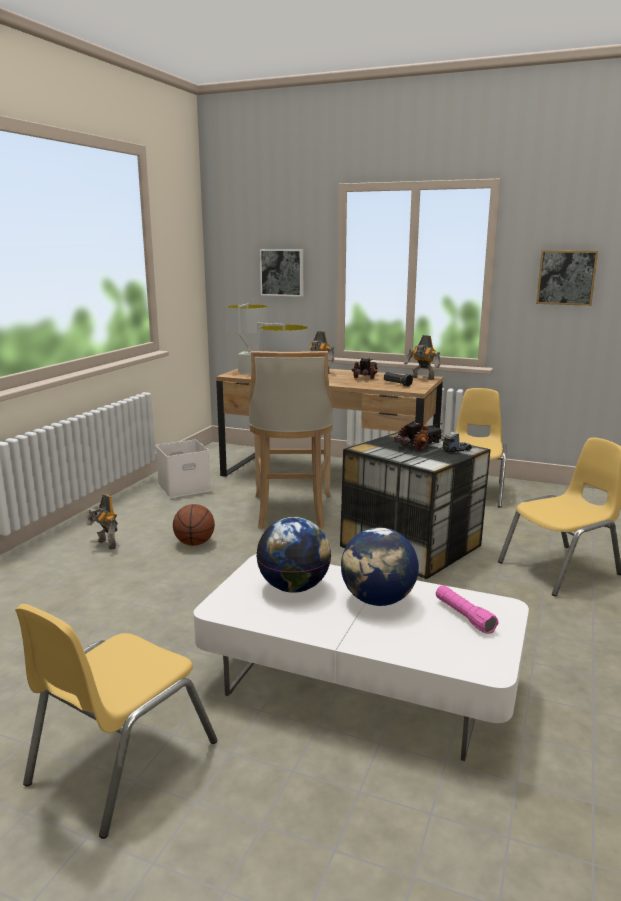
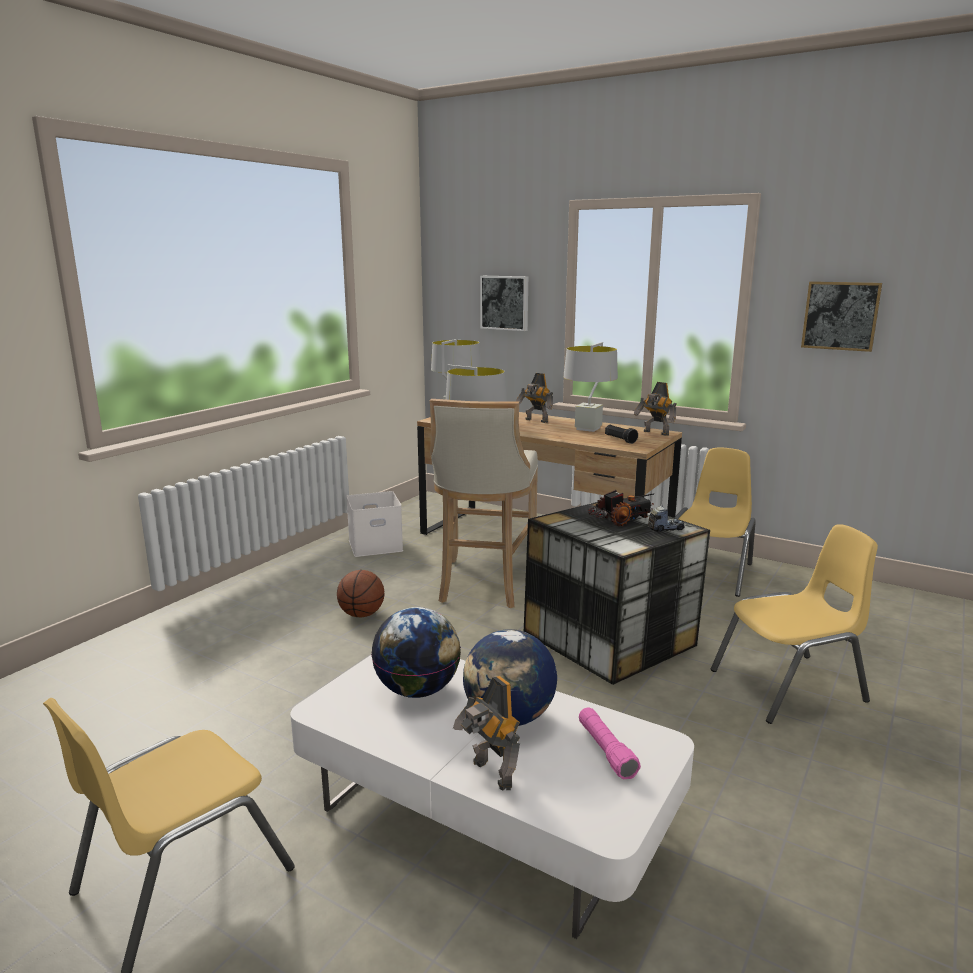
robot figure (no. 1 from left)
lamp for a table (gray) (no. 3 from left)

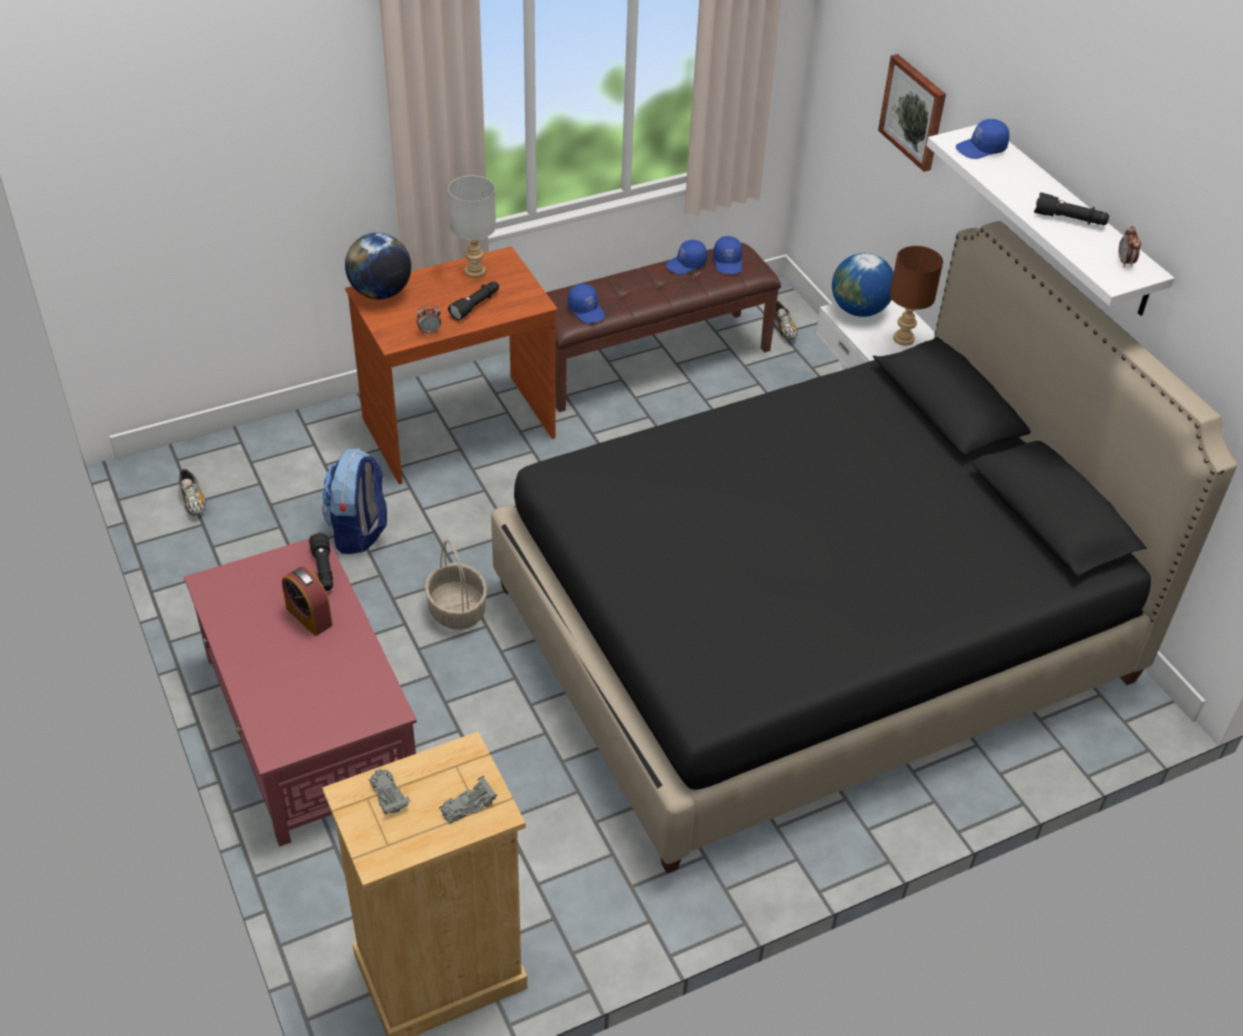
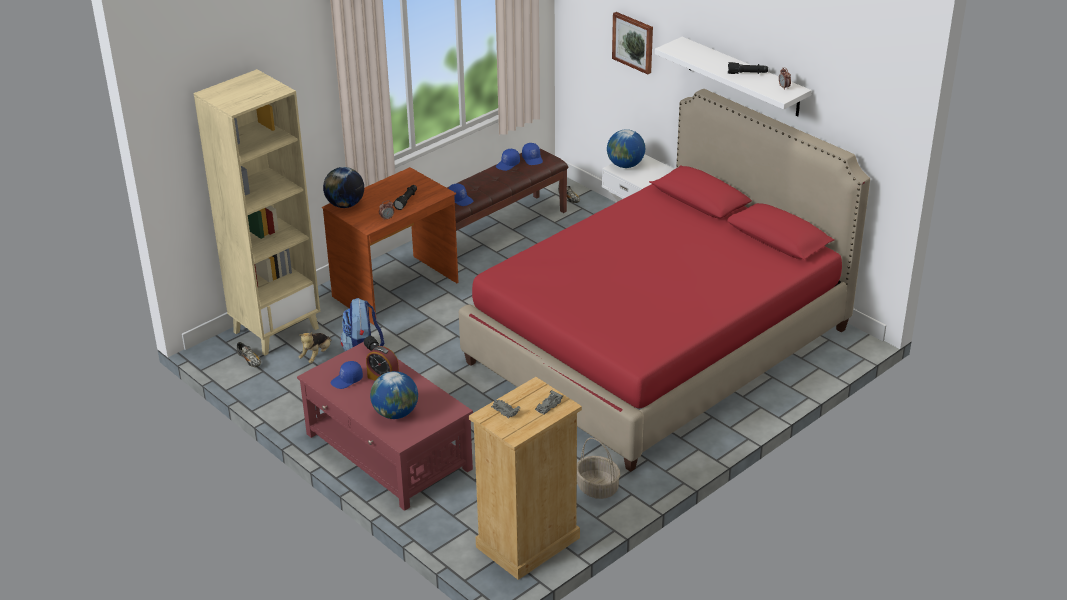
lamp for a table (gray)
lamp for a table (brownish)
shelving unit (beige-coloured)
plush toy
world globe (no. 2 from left)
basket
cap (blue-coloured) (no. 1 from left)
bed (red)

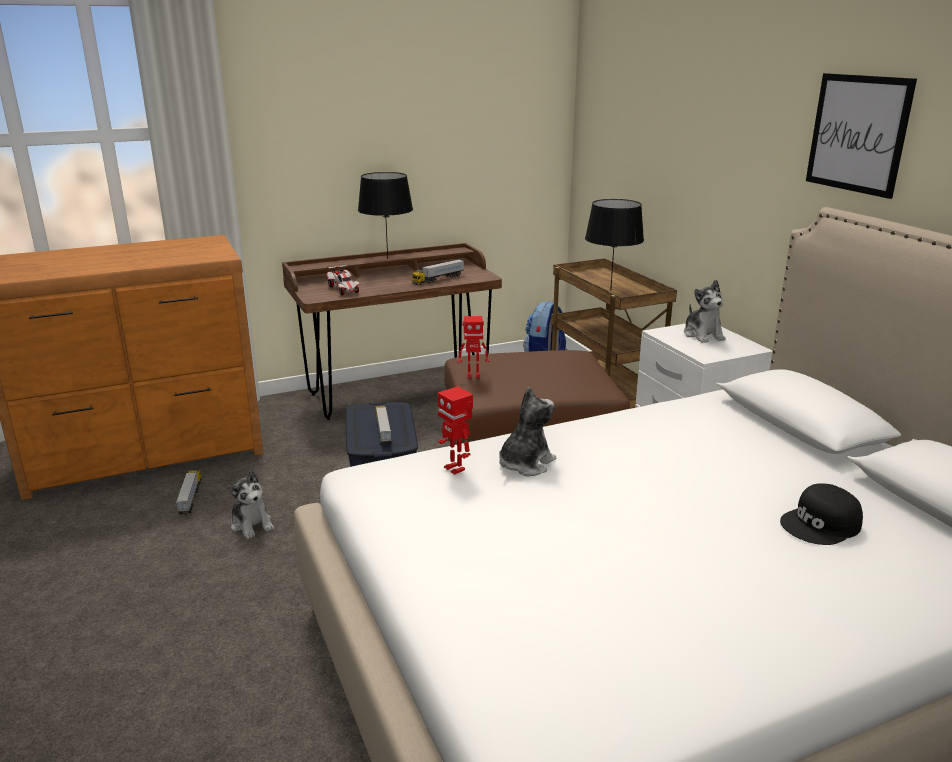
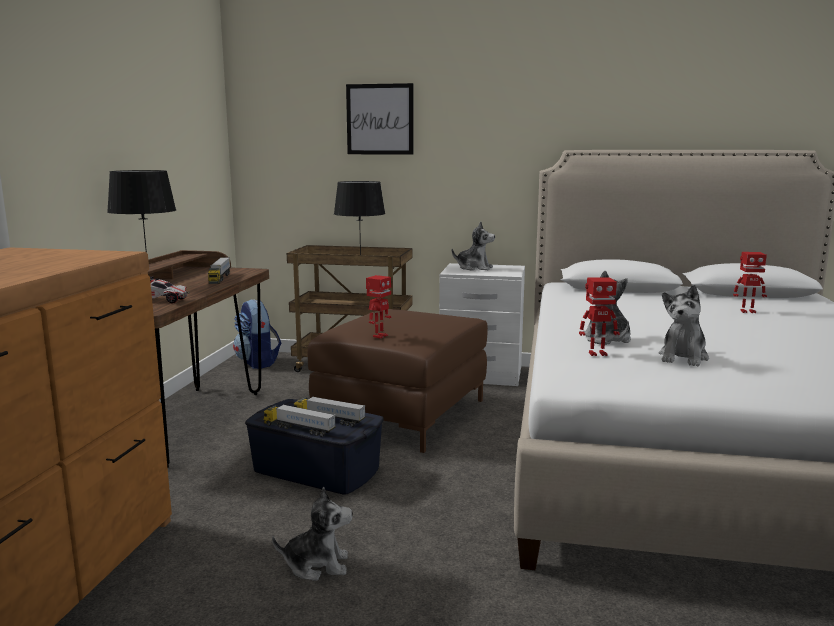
plush toy (no. 4 from left)
model truck (no. 2 from left)
wall art
robot figure (no. 3 from left)

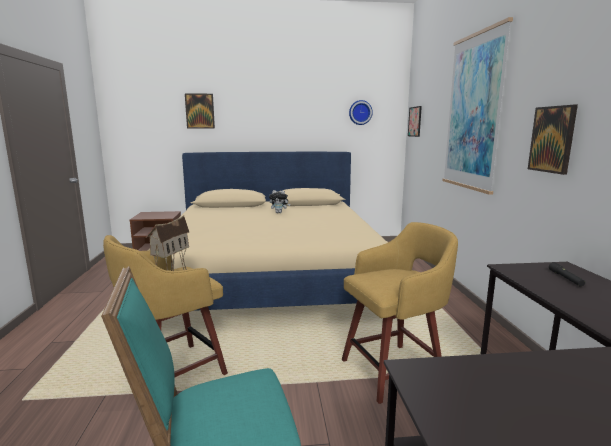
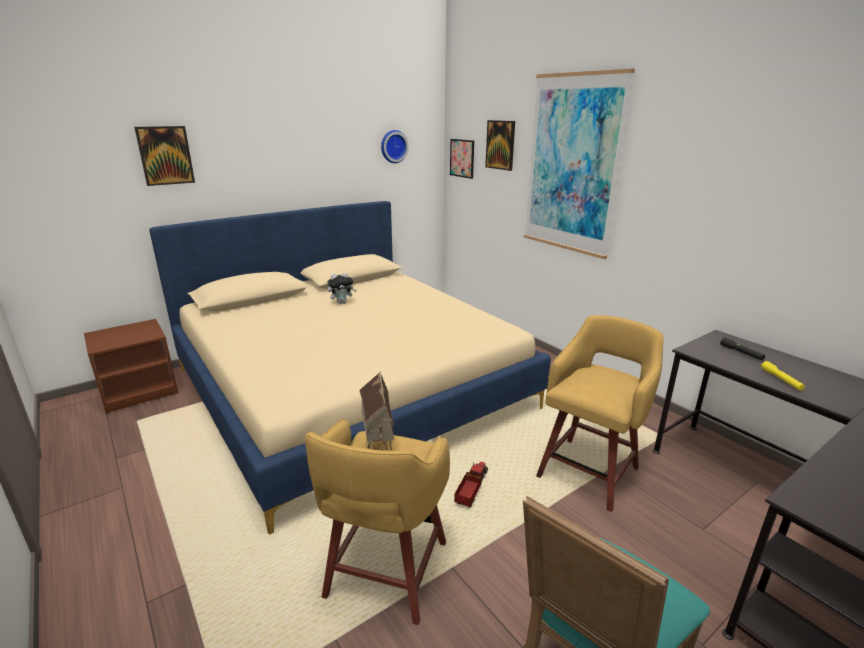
model truck
flashlight (yellow-coloured)
wall art (no. 3 from left)

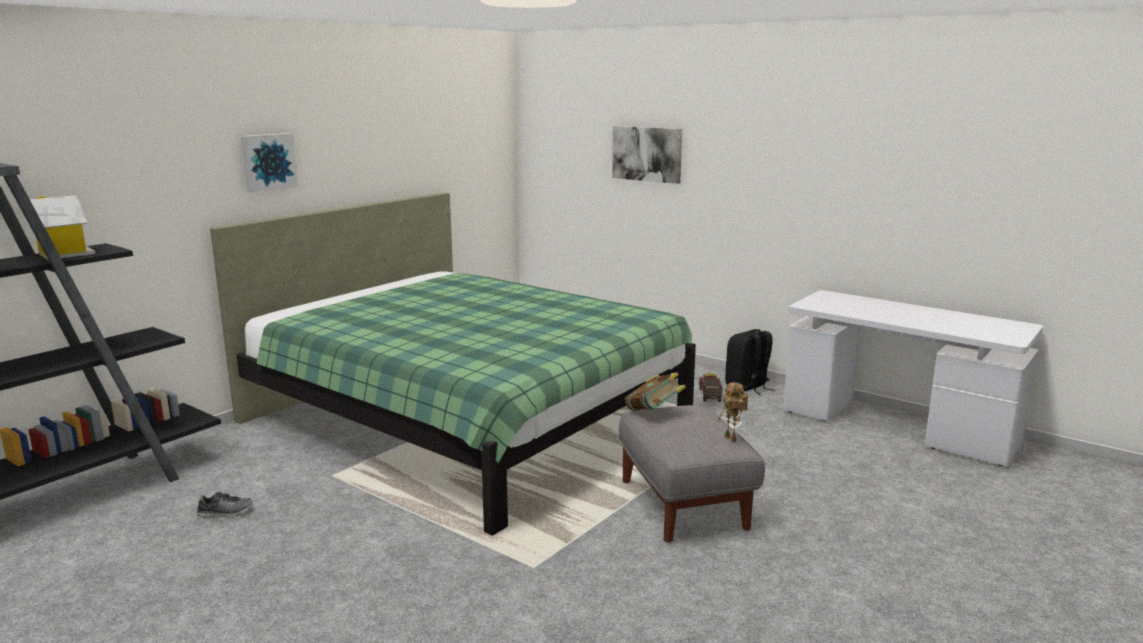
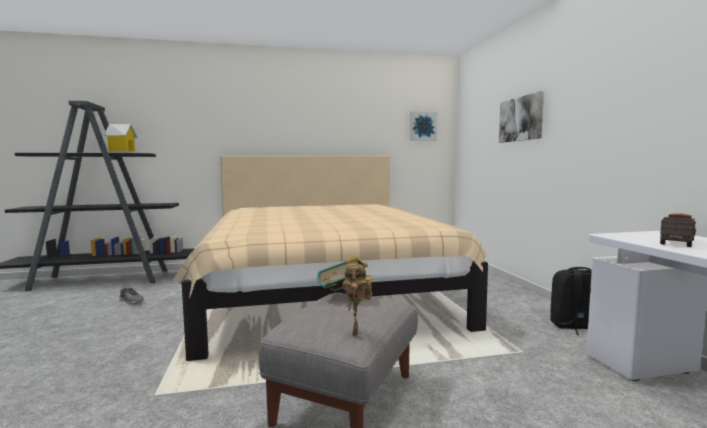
wall art (no. 1 from left)
model truck
bed (beige-coloured)

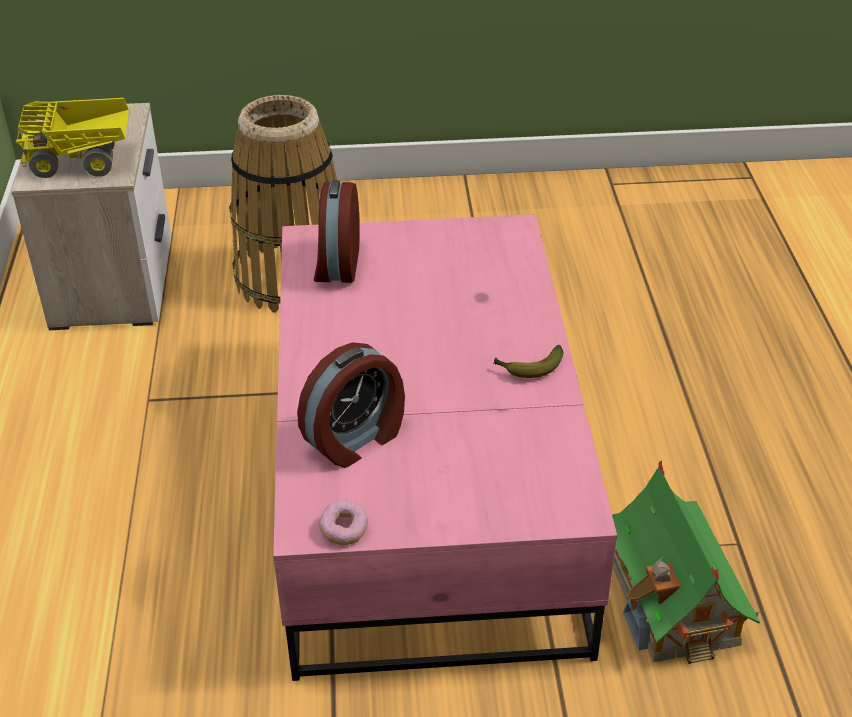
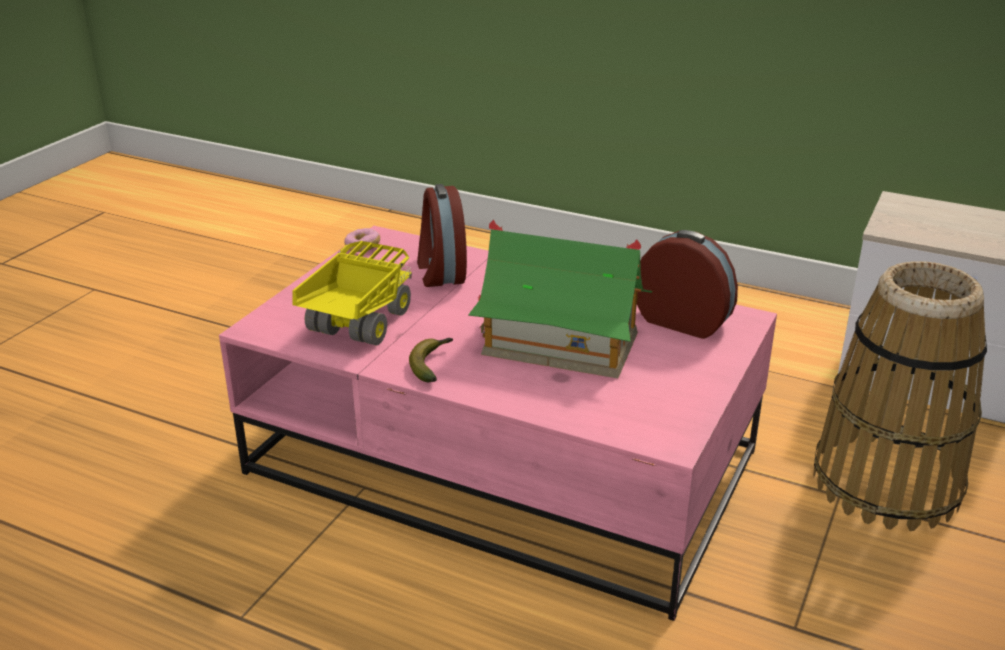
model truck
miniature house

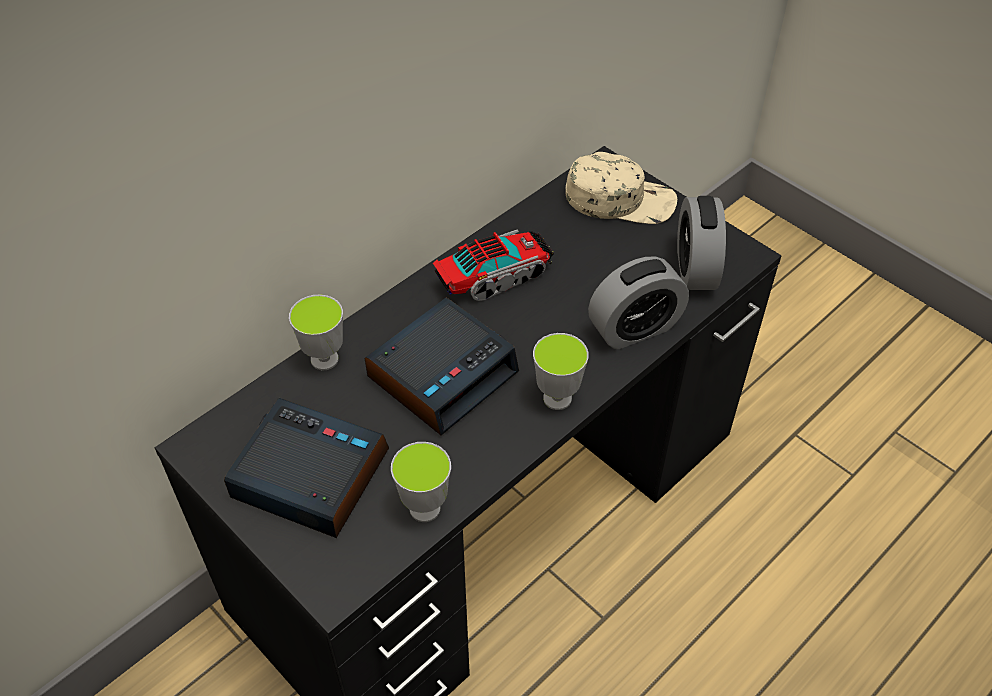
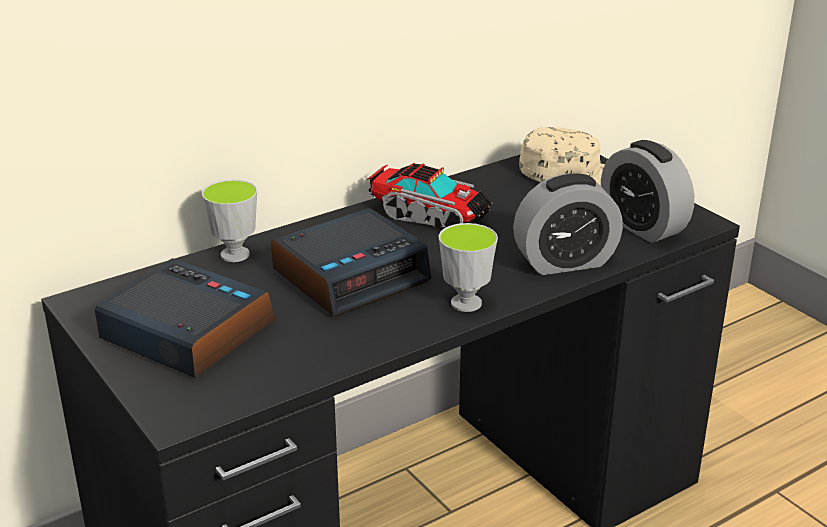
drinking cup (no. 2 from left in the first image)
model truck
table clock (no. 4 from left)

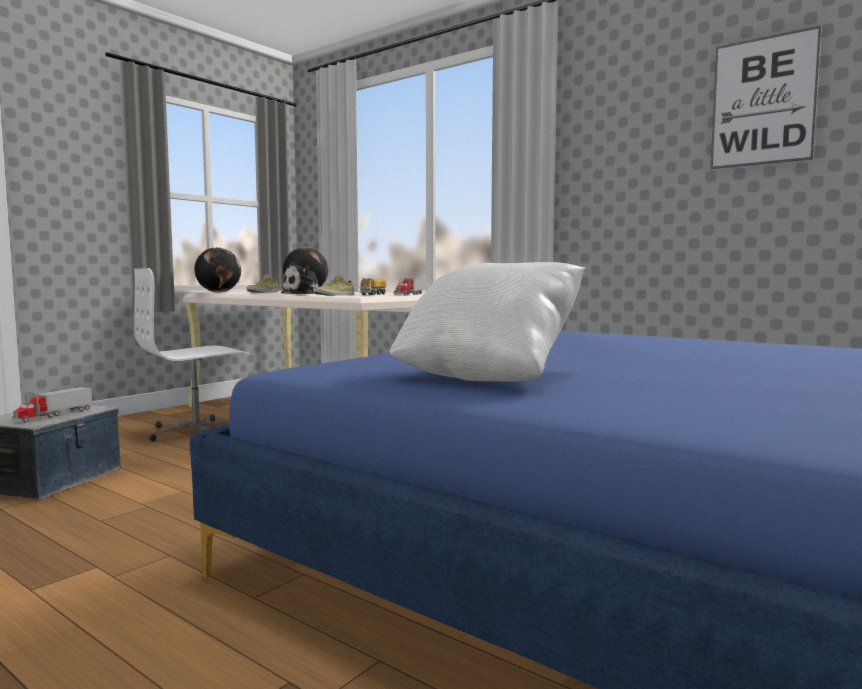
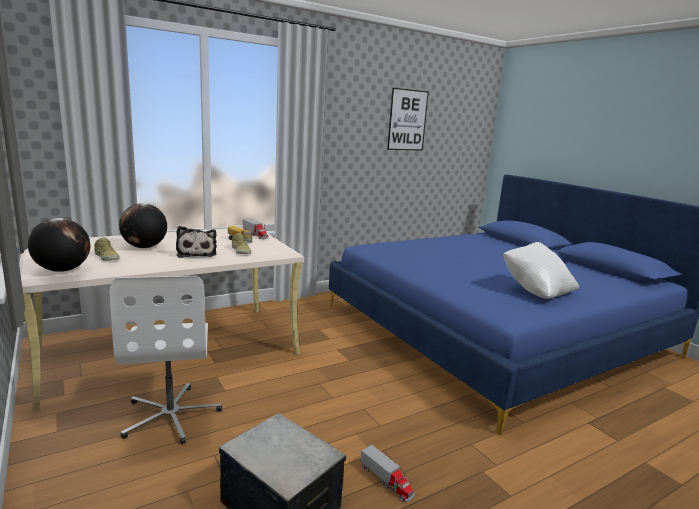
model truck (no. 3 from left)

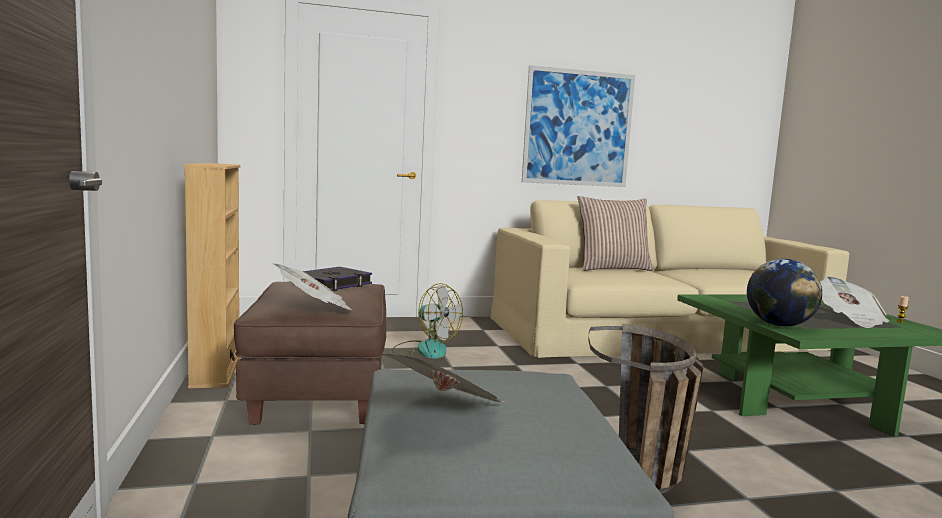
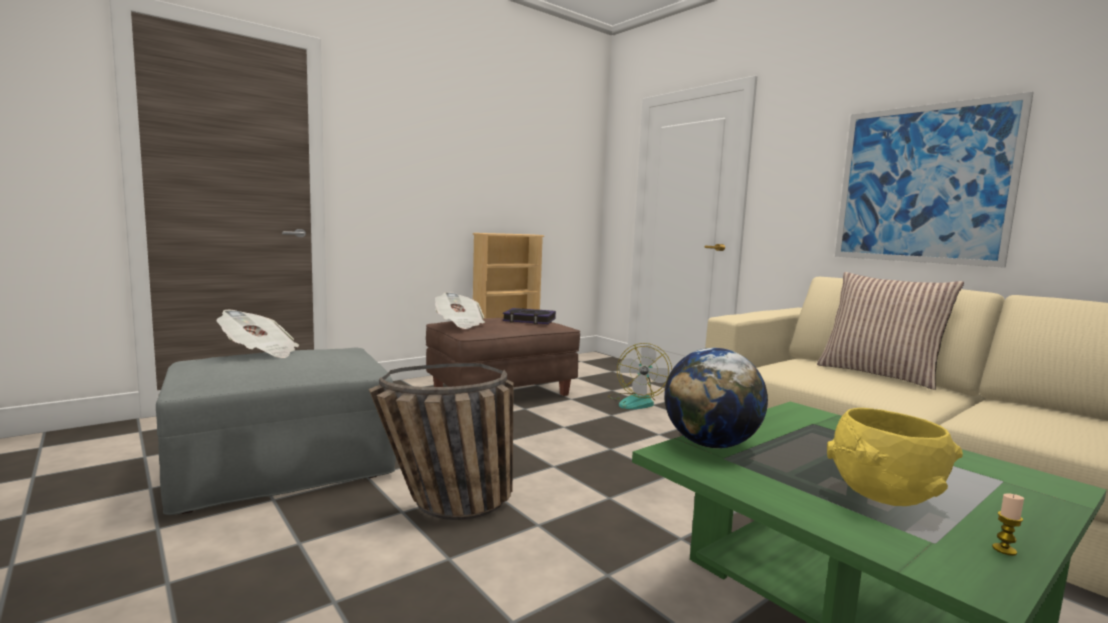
bowl (yellow-coloured)

